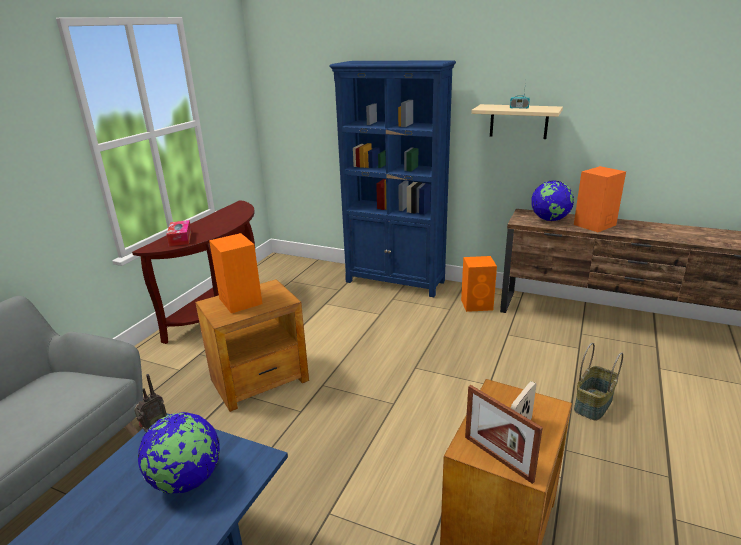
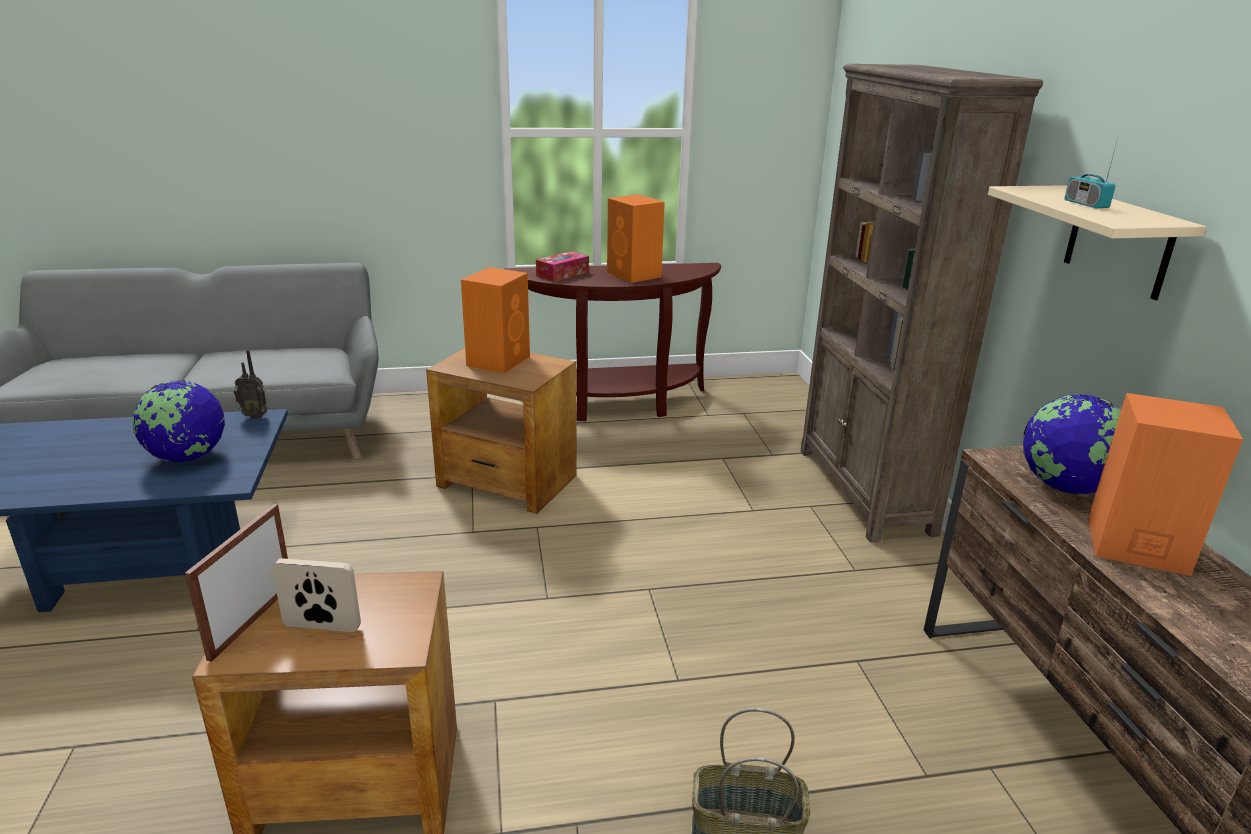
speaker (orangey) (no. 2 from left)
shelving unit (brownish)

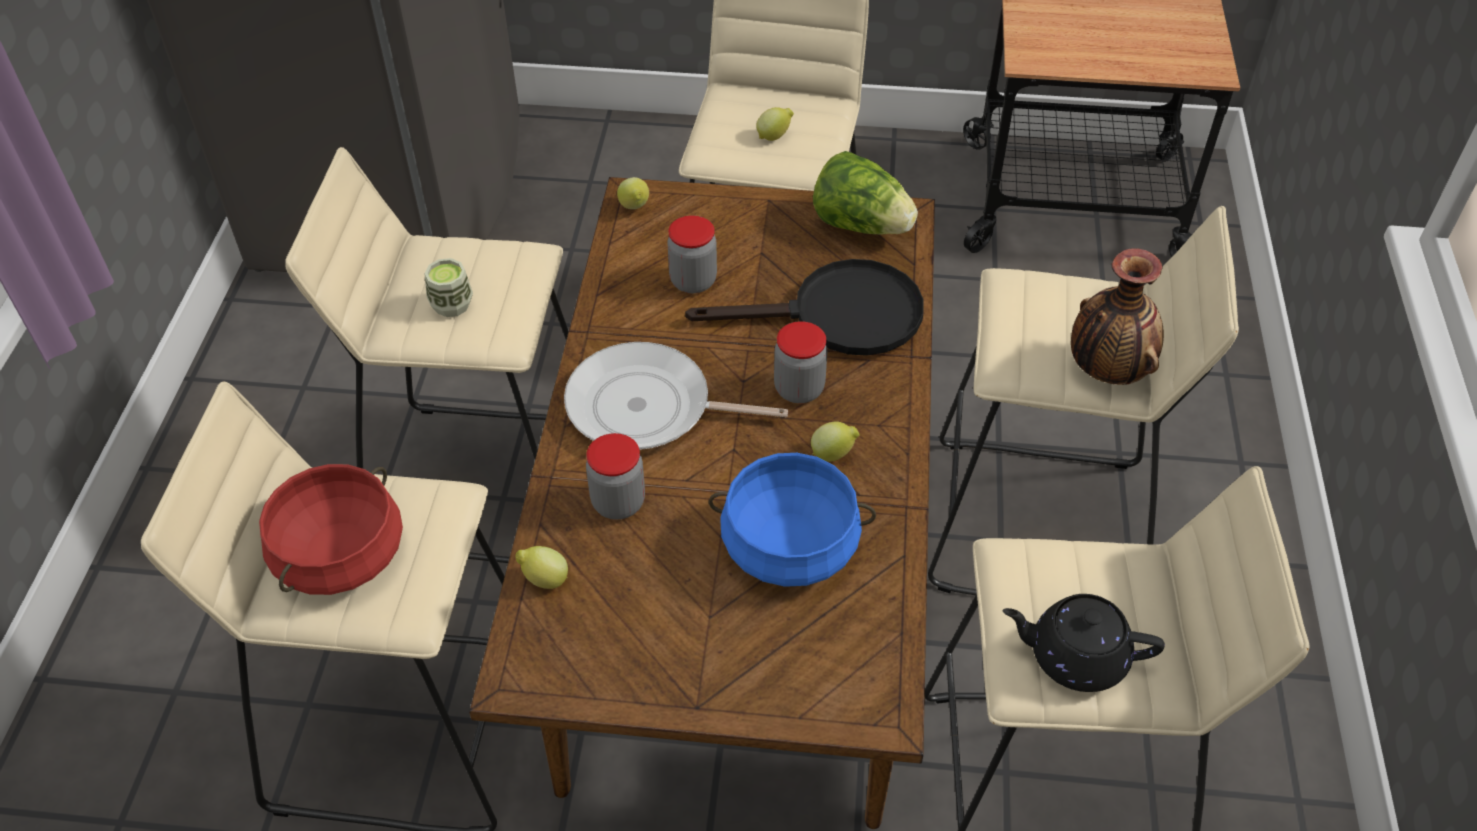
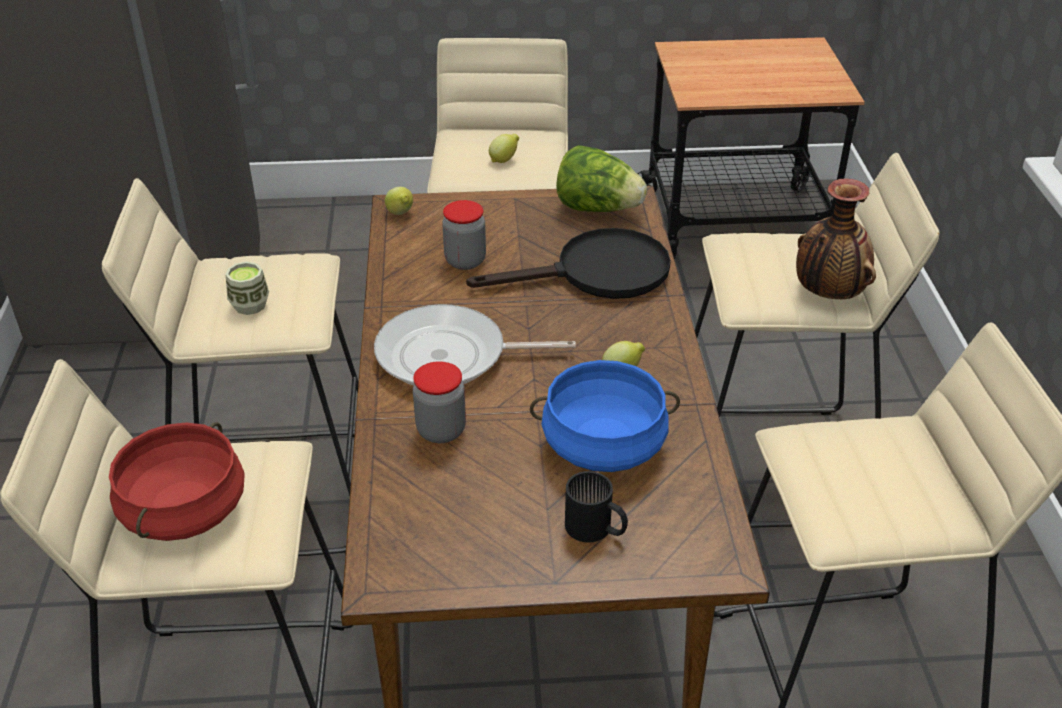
whole lemon (no. 1 from left in the first image)
storage jar (no. 3 from left in the first image)
pot for tea (blackish)
mug (blackish)

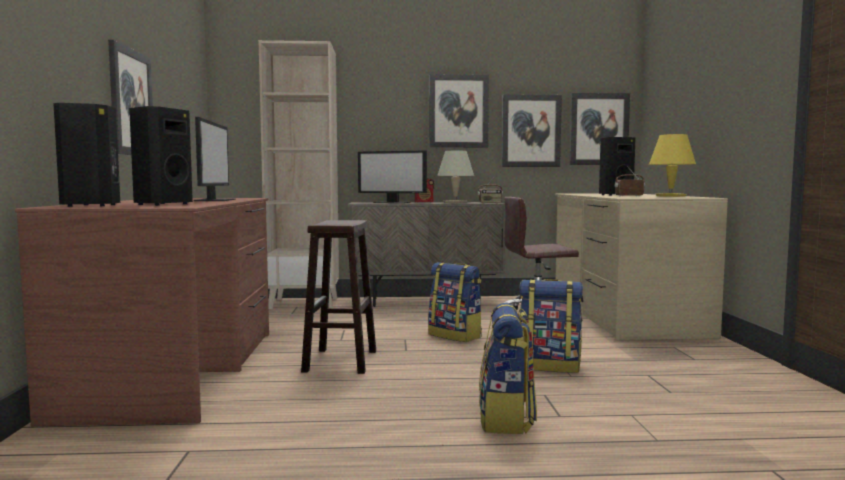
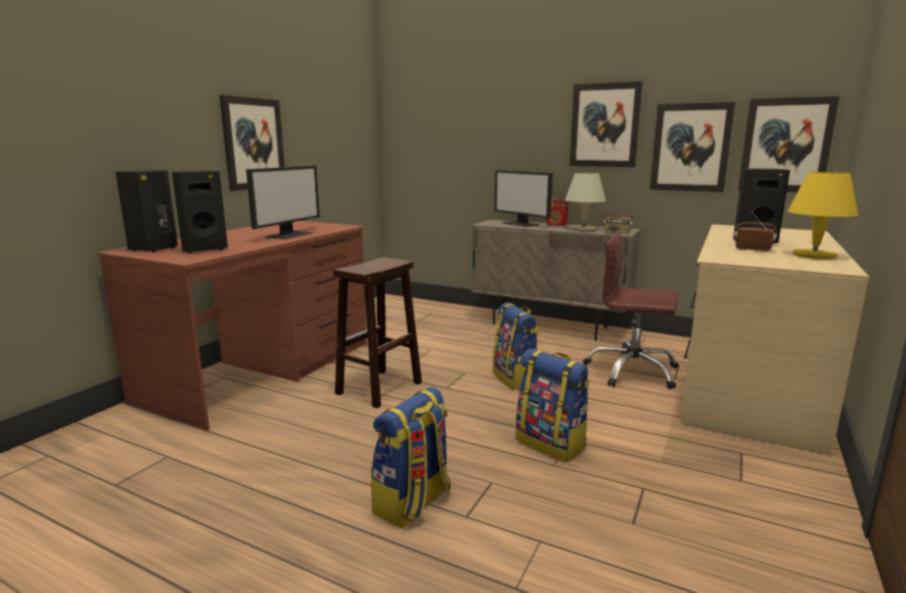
shelving unit (beige-coloured)

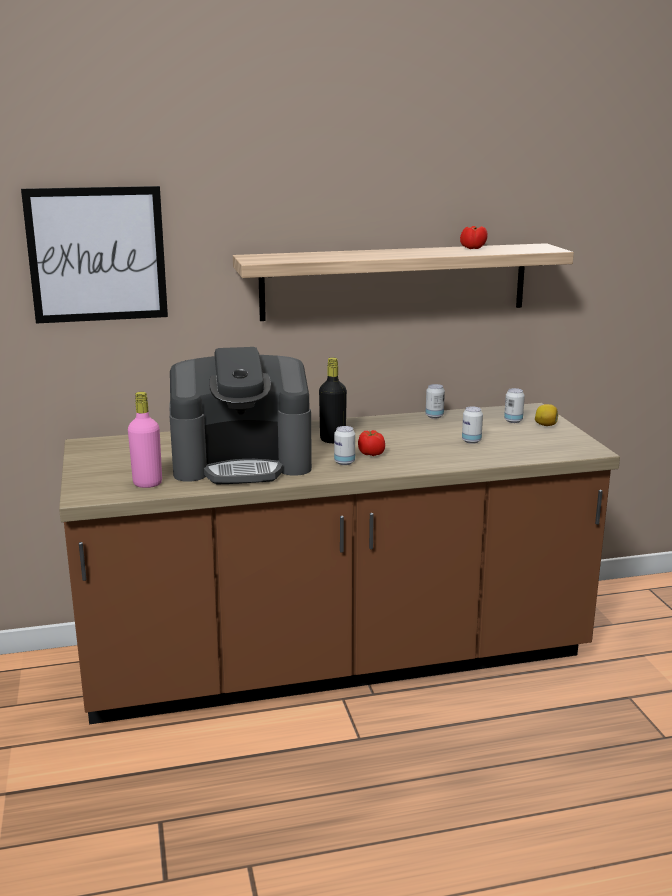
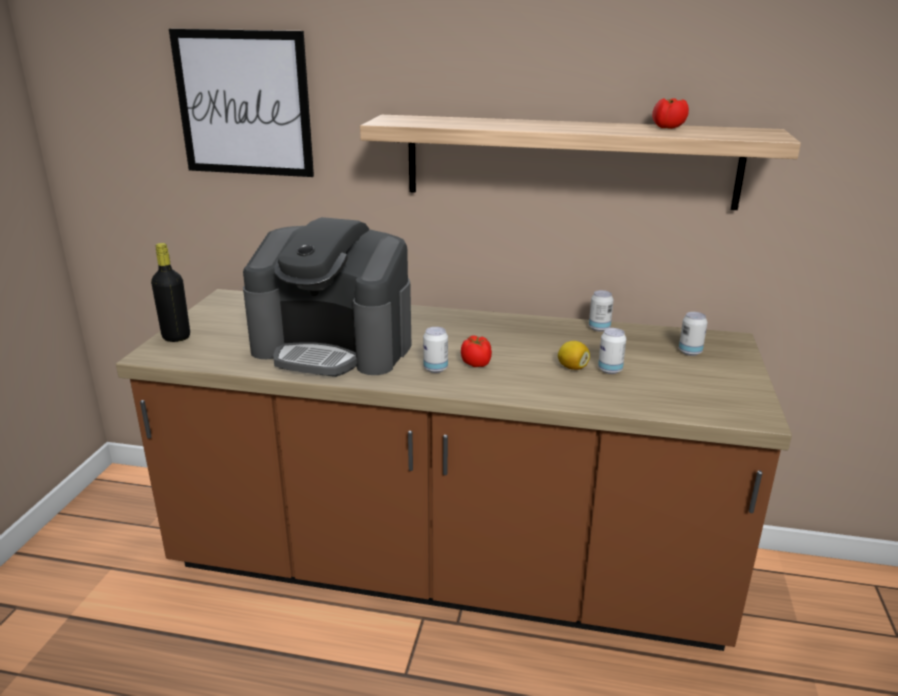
beverage bottle (pink-coloured)
beverage bottle (blackish)
whole lemon

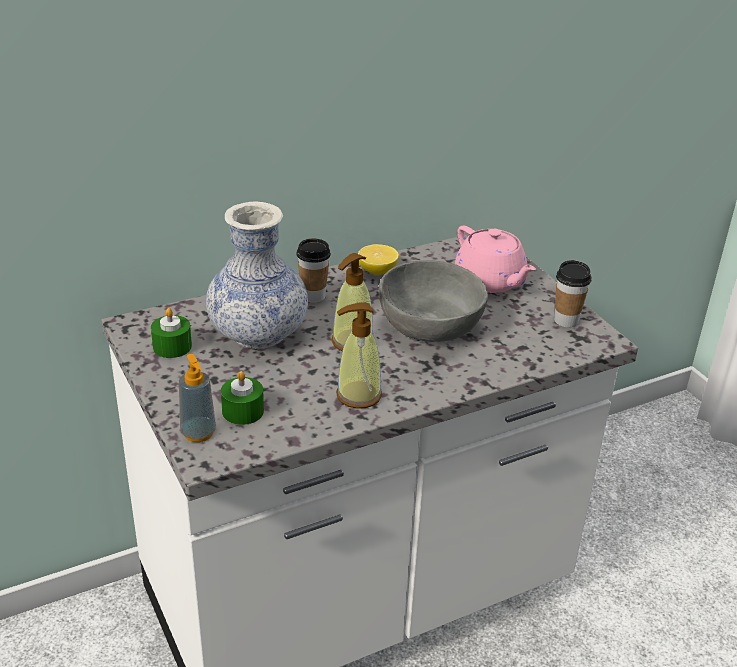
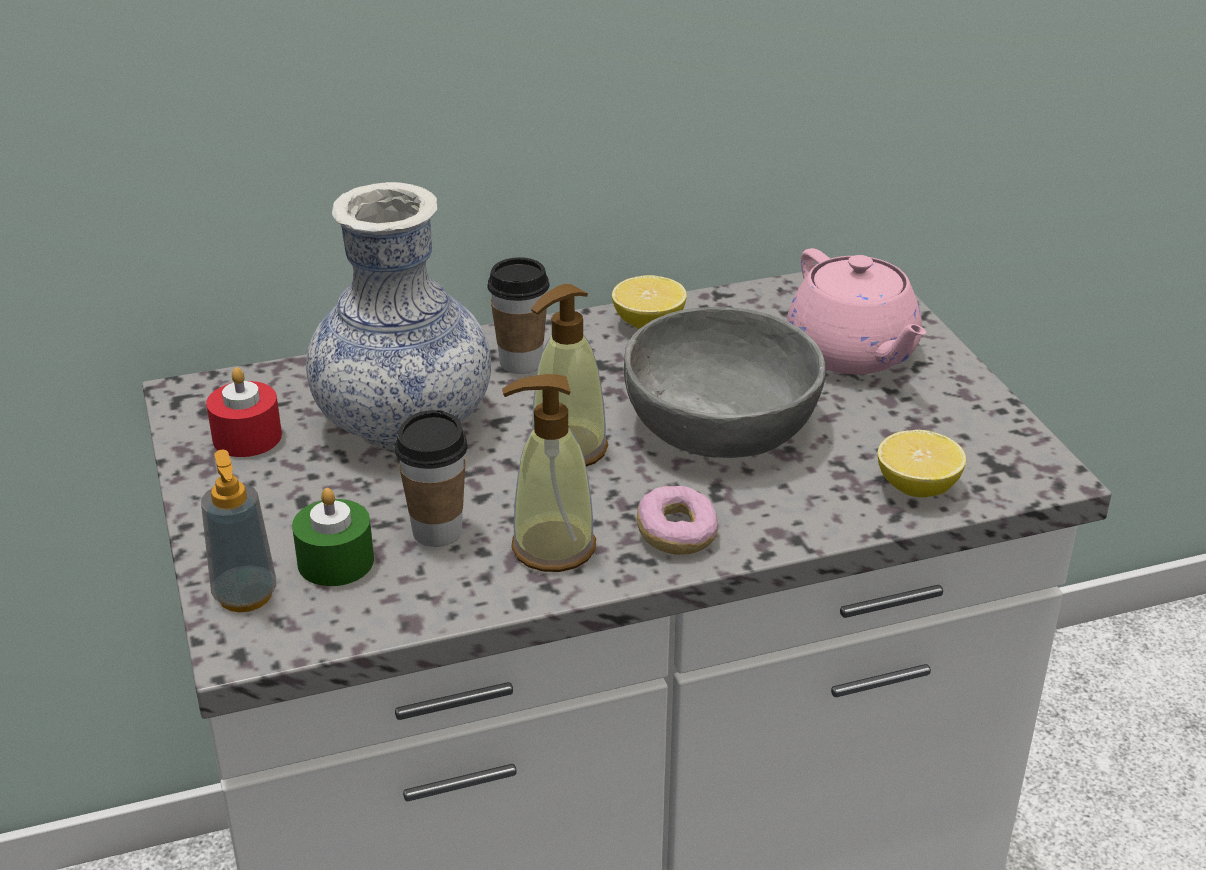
doughnut
whole lemon (no. 2 from left)
drinking cup (no. 1 from left)
candle (red)

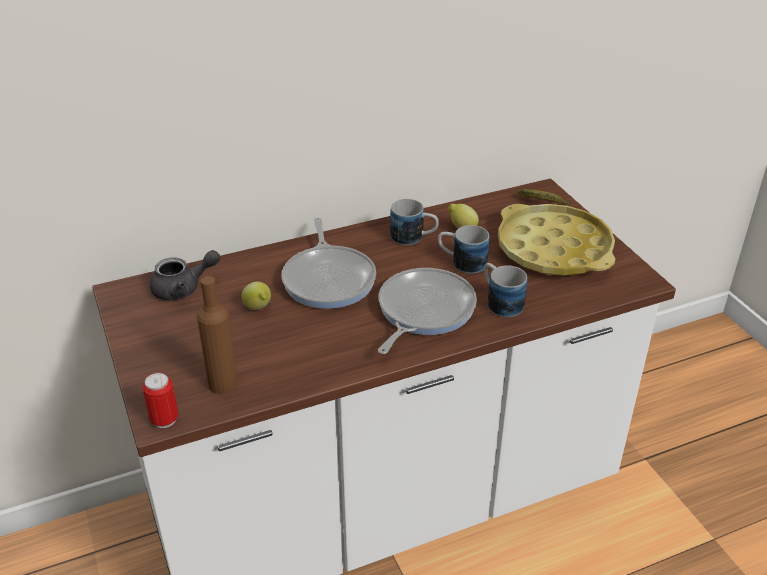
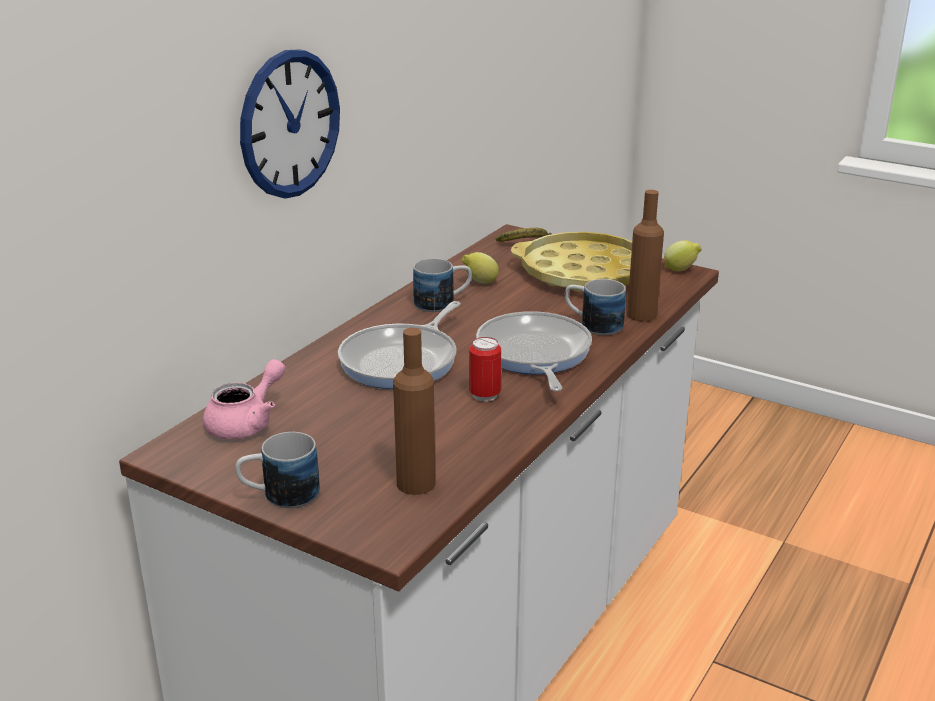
clock on the wall
beverage bottle (brownish) (no. 2 from left)
can
whole lemon (no. 2 from left)
mug (no. 1 from left)
pot for tea (pink-coloured)
skillet (no. 1 from left)

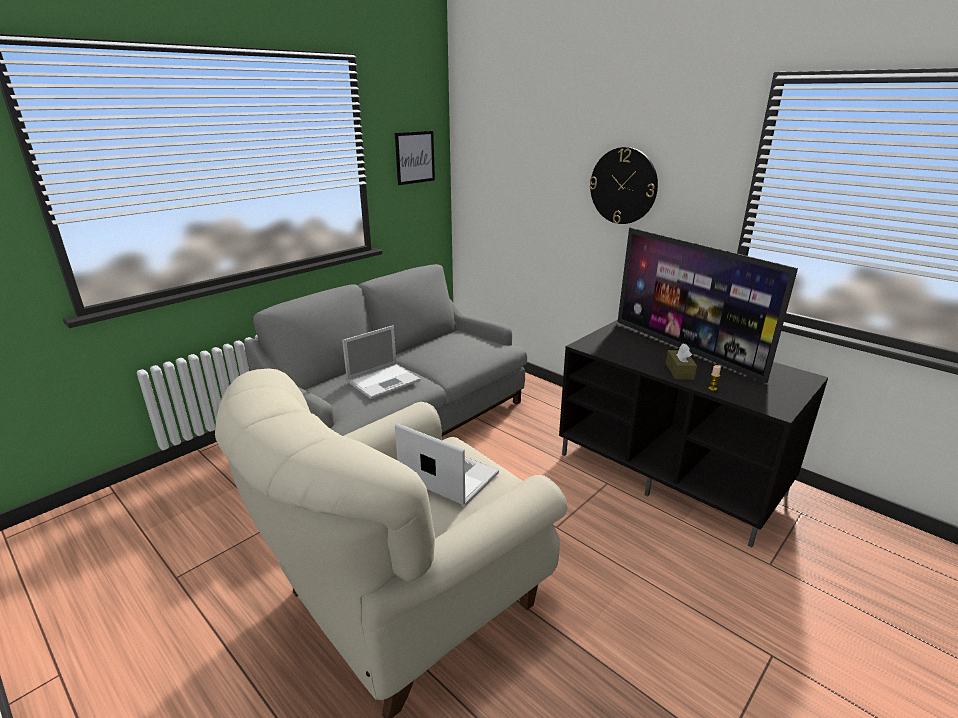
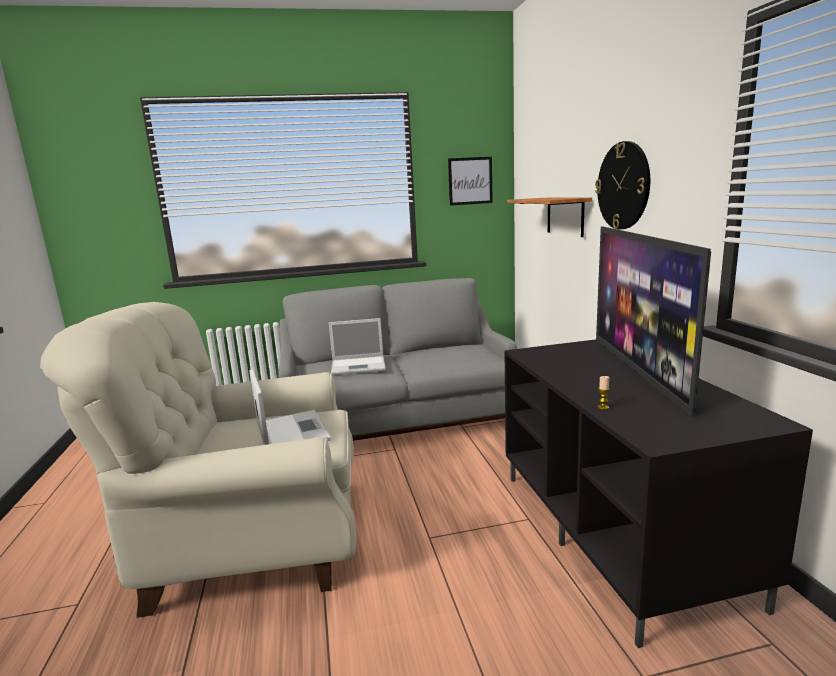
tissue holder (brownish)
shelf

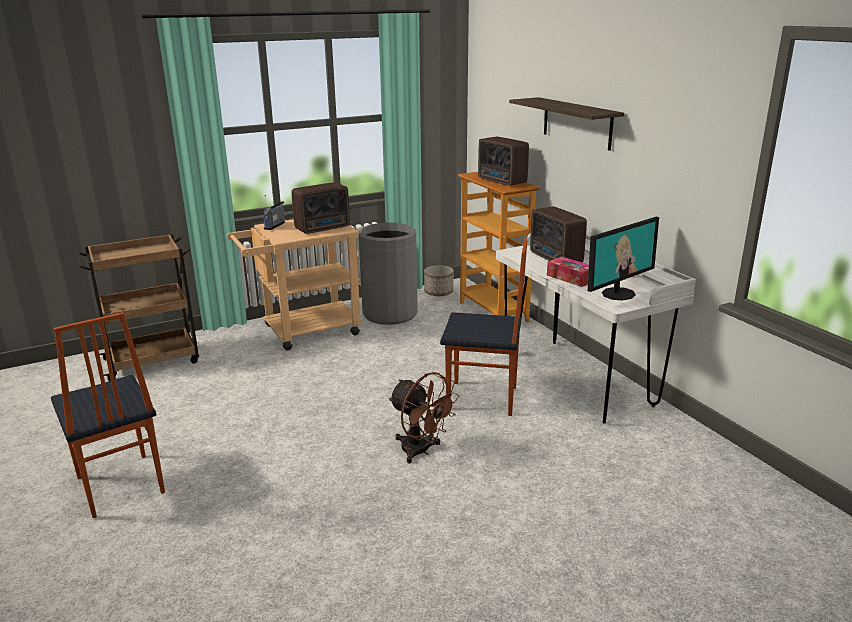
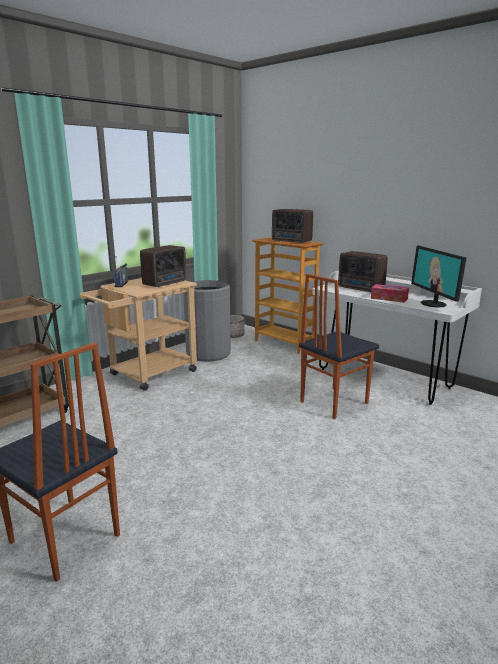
electric fan (brownish)
shelf
plain chair (no. 2 from left)
computer display

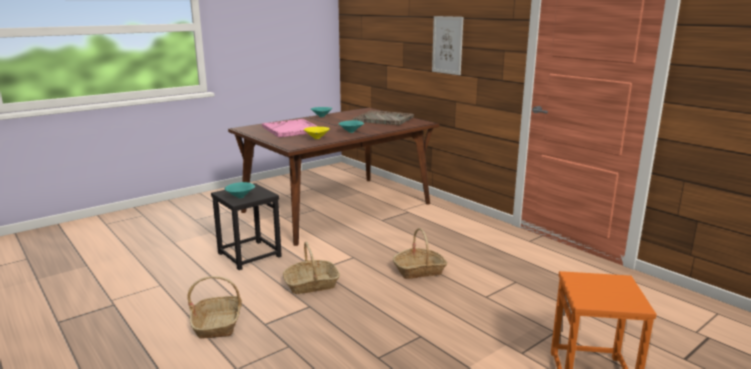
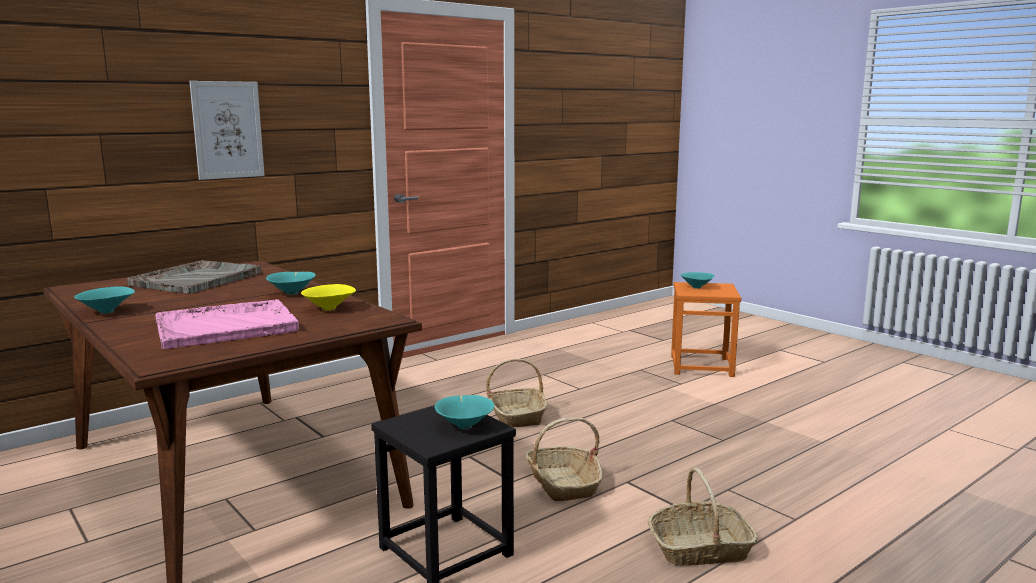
bowl (turquoise-coloured) (no. 4 from left)

